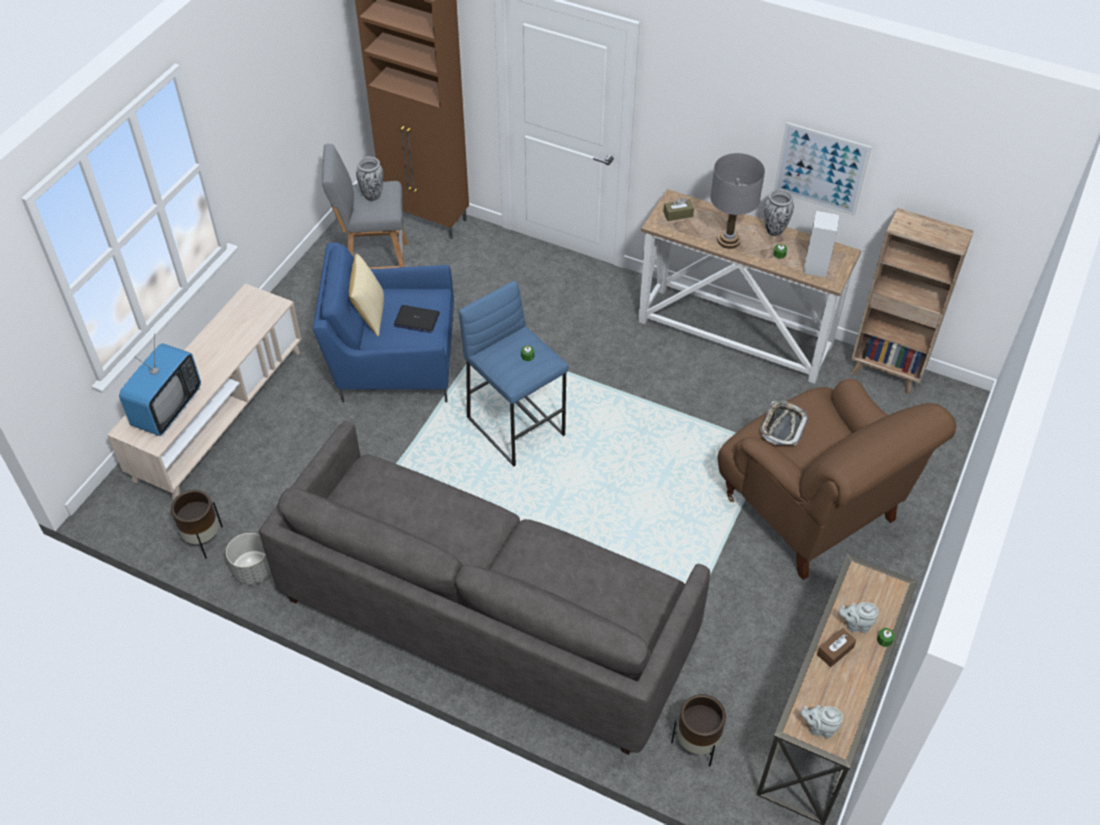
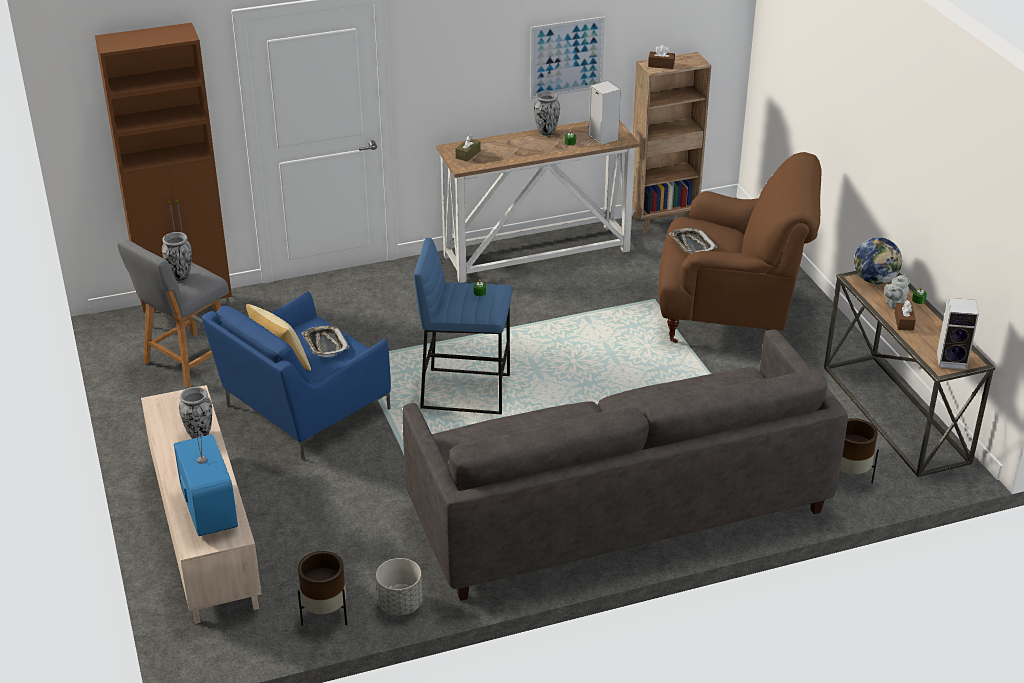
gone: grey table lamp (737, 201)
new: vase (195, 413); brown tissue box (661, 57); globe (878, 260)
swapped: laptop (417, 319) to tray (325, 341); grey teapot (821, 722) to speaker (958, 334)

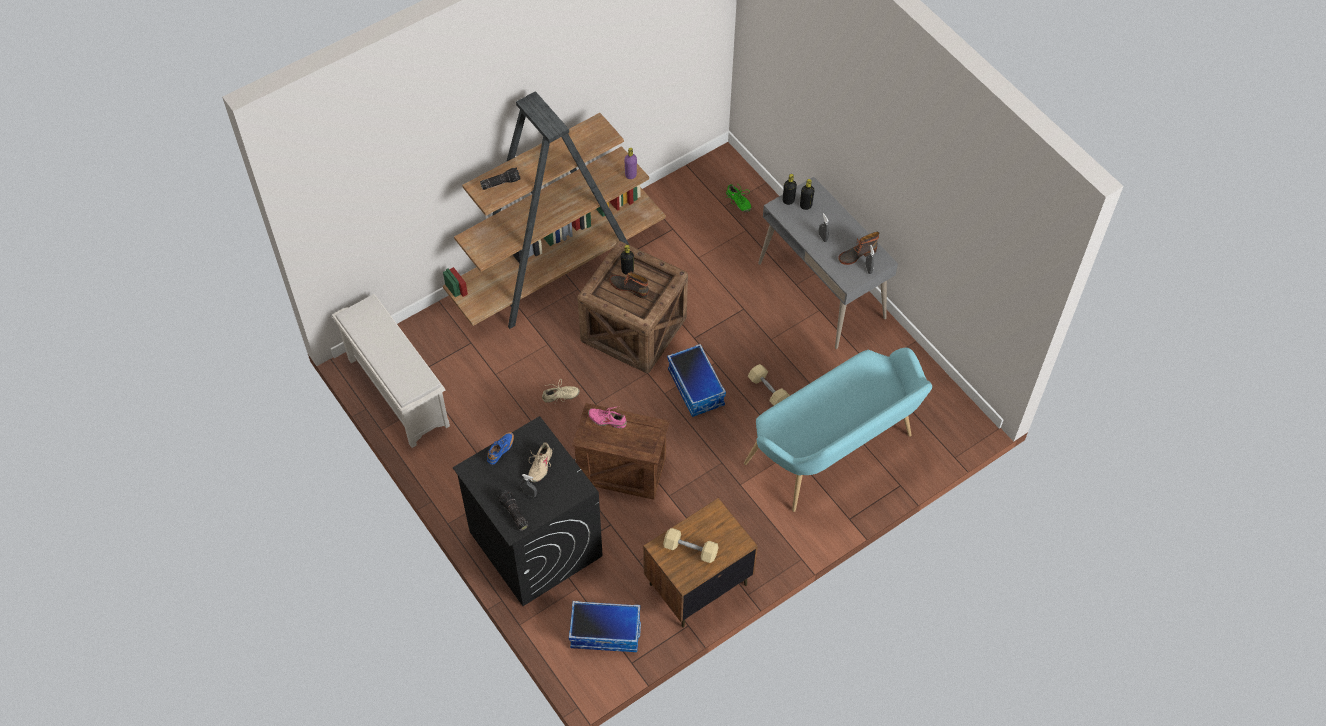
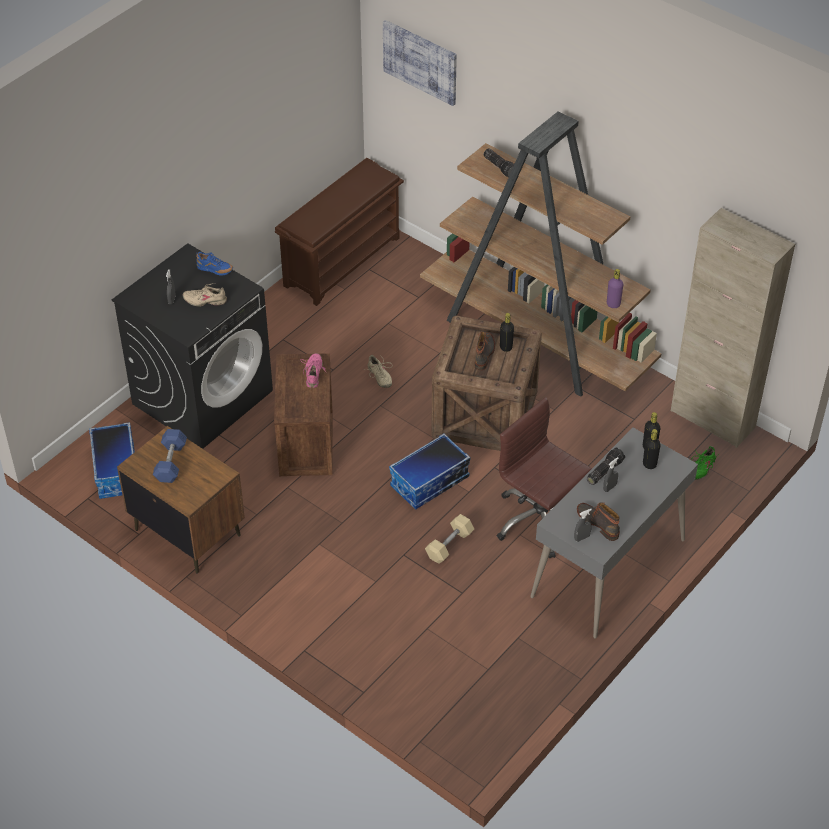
gone: turquoise bench (838, 430)
new: picture (420, 63); brown office chair (544, 477); beige cabinet (733, 328)
shifted: flashlight (513, 510) to (606, 466)
repainted: white shoe rack (391, 371) to brown shoe rack (339, 232); beige dumbbell (691, 545) to blue dumbbell (170, 456)

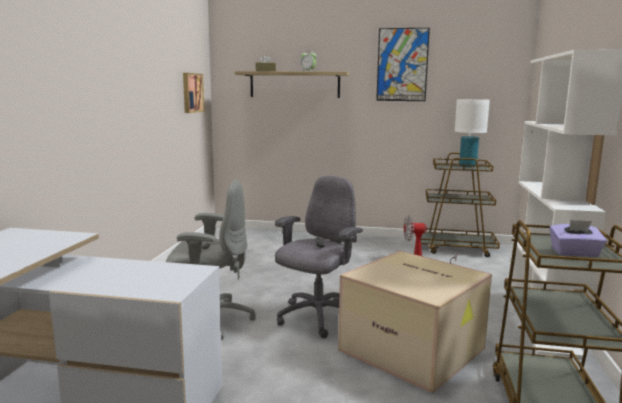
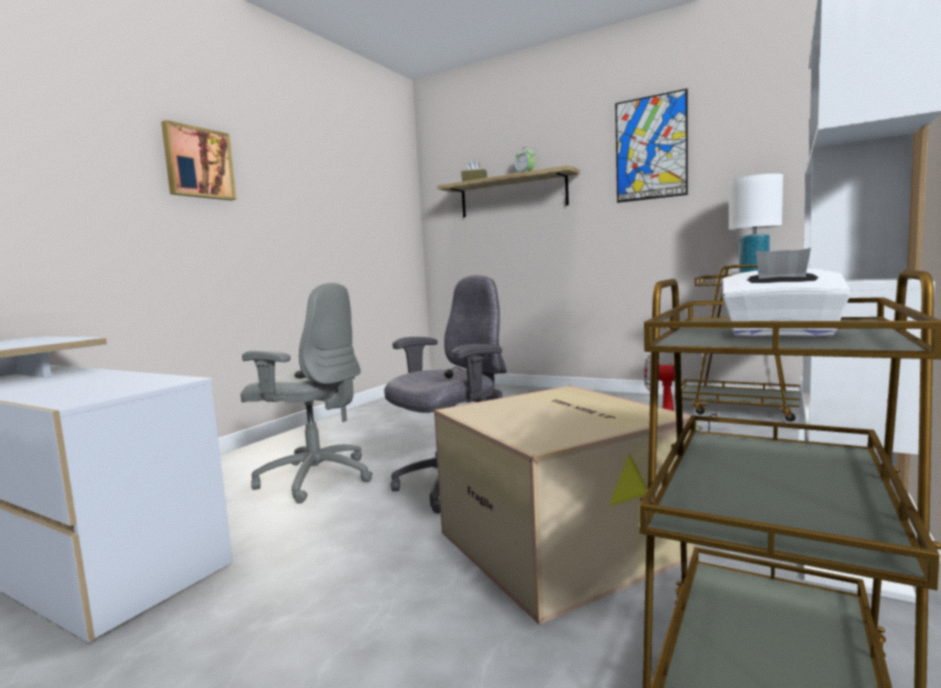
shifted: picture (193, 93) to (198, 160)
repainted: purple tissue box (578, 238) to white tissue box (786, 292)

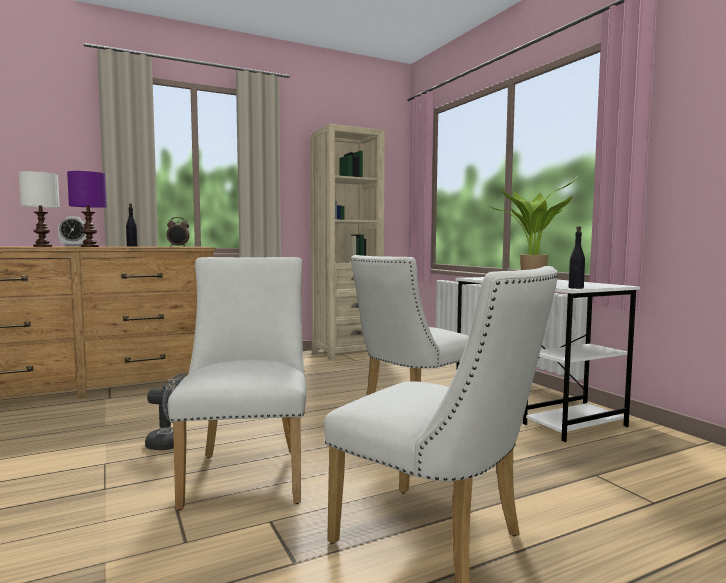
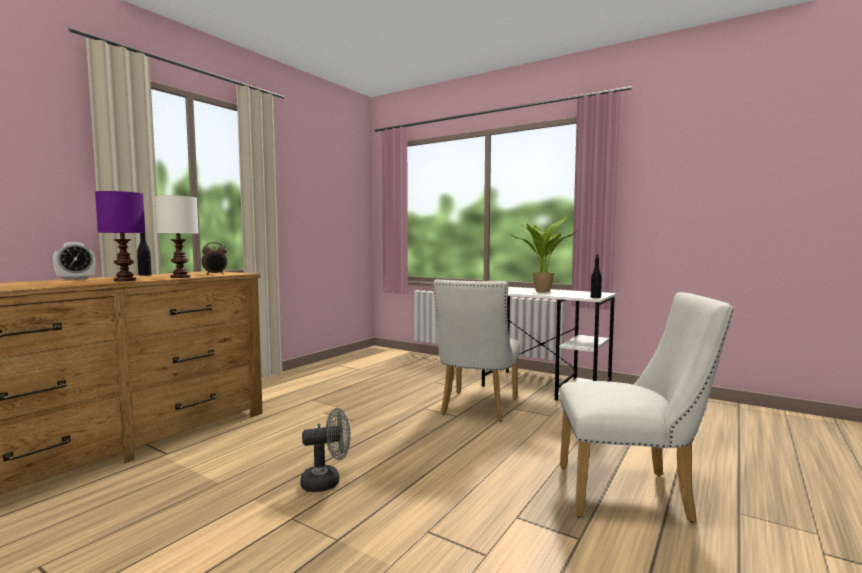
gone: white chair (237, 383); beige bookcase (348, 242)
shifted: white table lamp (39, 209) to (177, 236)

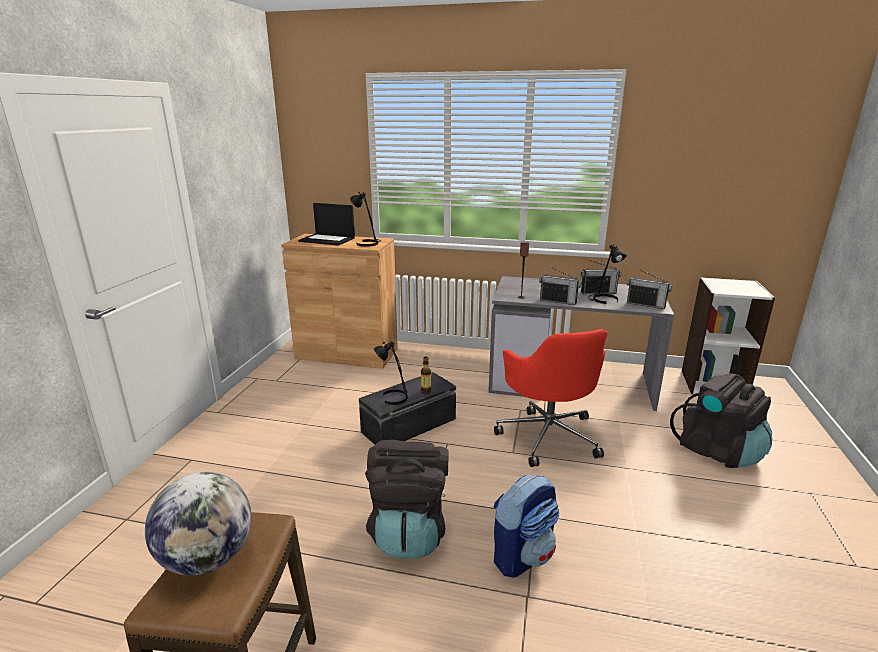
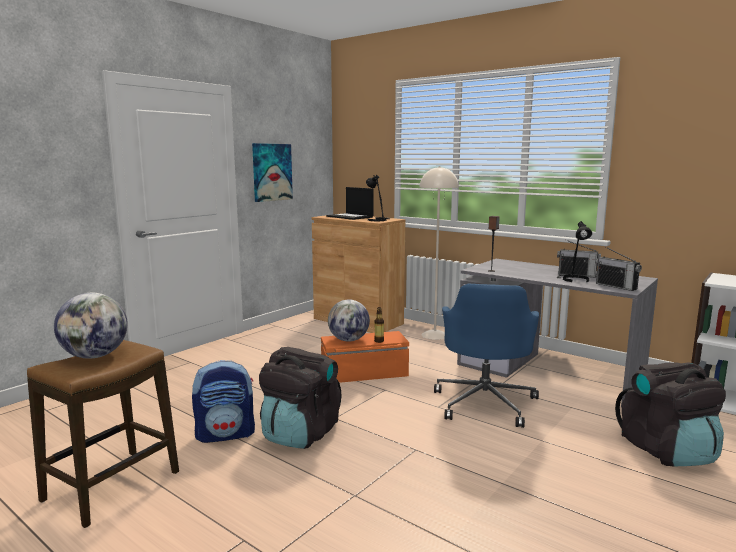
gone: radio (560, 285)
new: picture (272, 172); beige floor lamp (439, 253)
shifted: backpack (527, 526) to (223, 401)
swapped: black table lamp (391, 373) to globe (349, 320)
repainted: black storage box (407, 408) to orange storage box (365, 357); red office chair (550, 398) to blue office chair (486, 356)

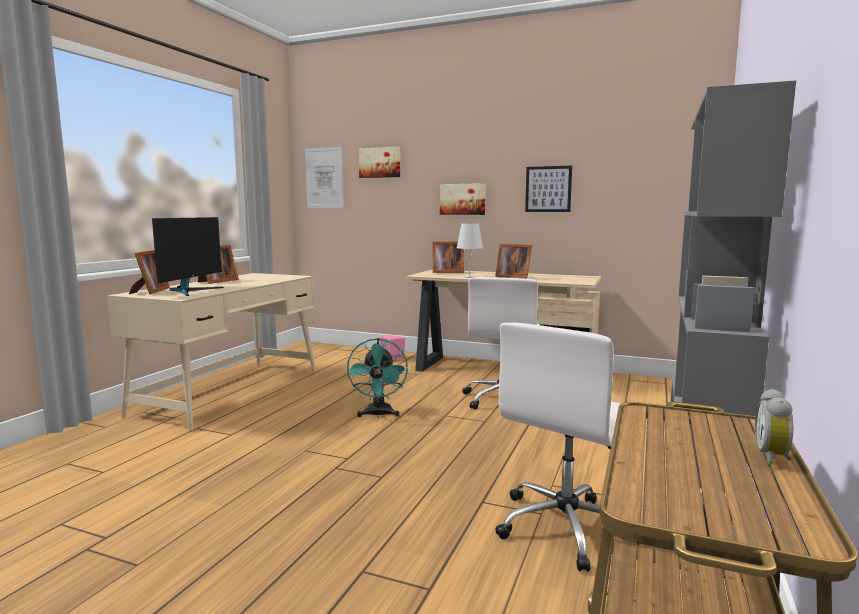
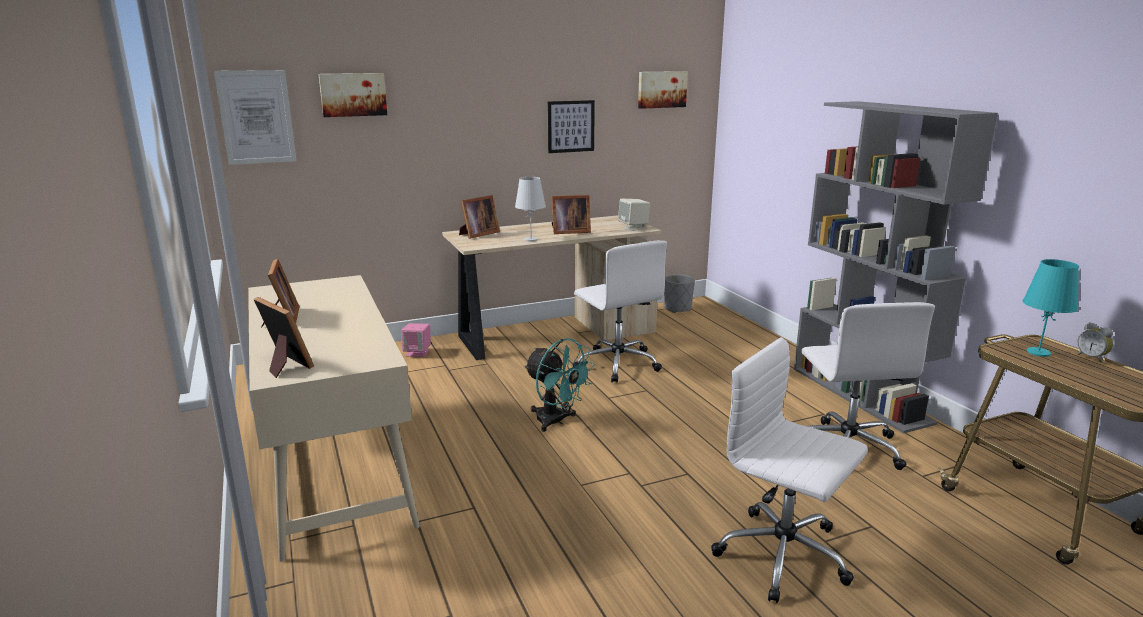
gone: monitor (188, 256)
new: beige speaker (634, 215); grey planter (679, 293); white office chair (789, 470); turquoise table lamp (1050, 308)
shifted: picture (462, 199) to (663, 90)

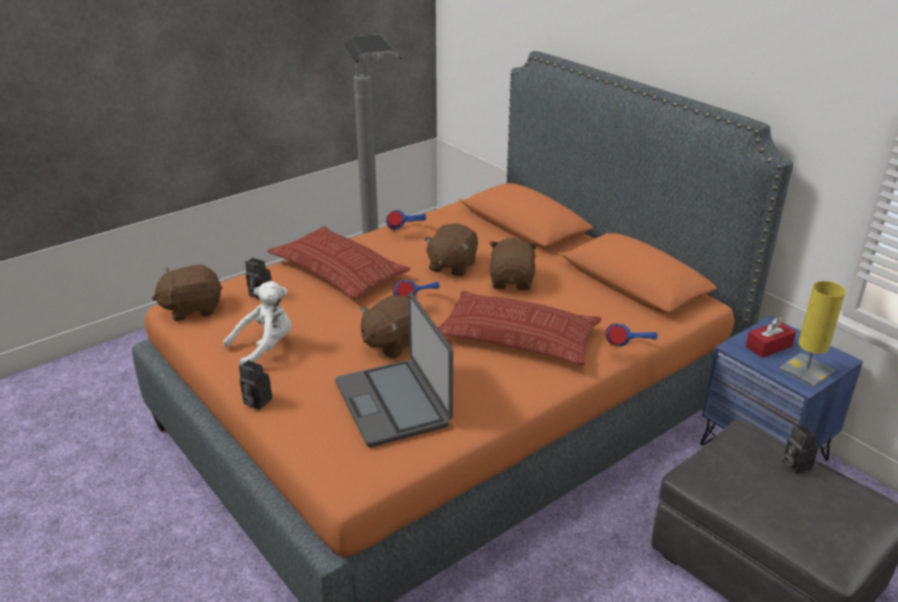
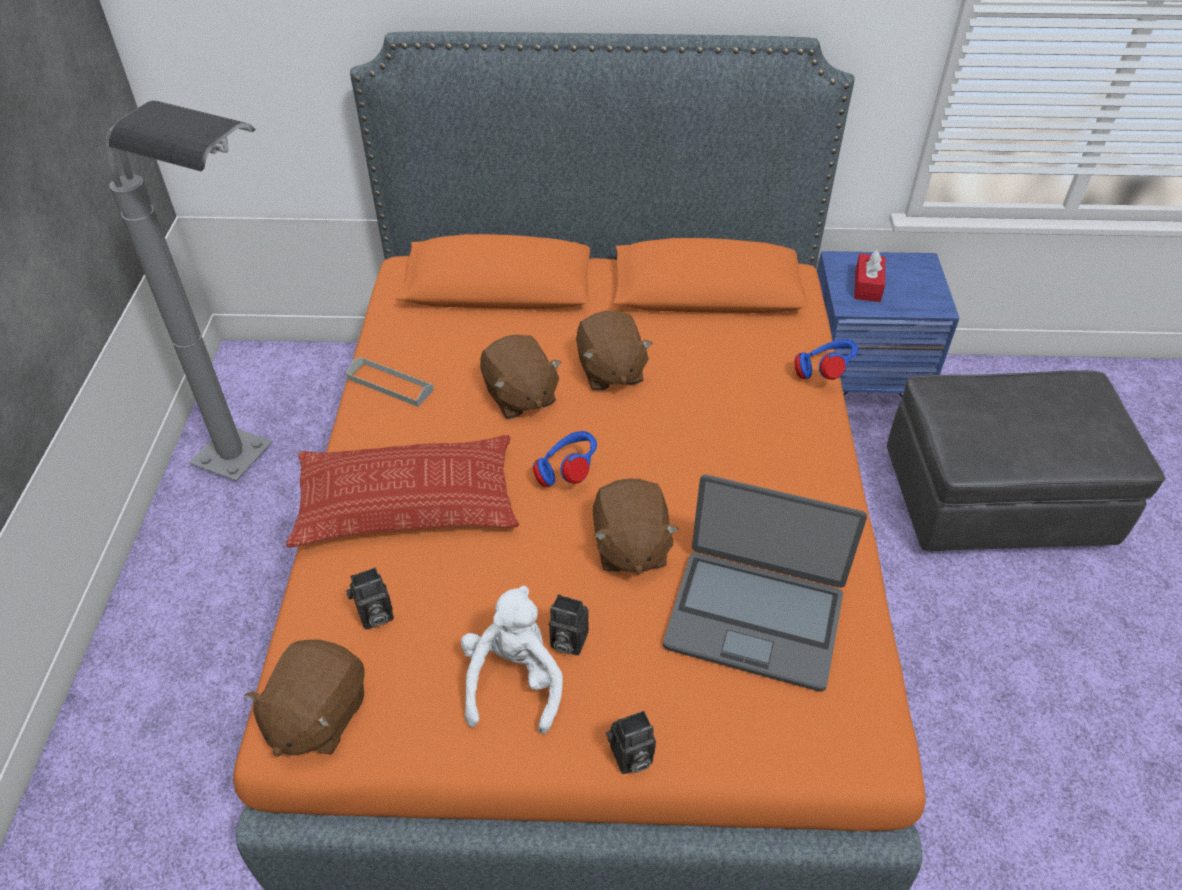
gone: pillow (519, 328); yellow table lamp (812, 334)
shifted: photo camera (800, 449) to (569, 625)
swapped: blue headphones (406, 220) to grey tray (390, 382)
rotated: brown plush toy (513, 264) = (614, 351) 150 degrees counterclockwise

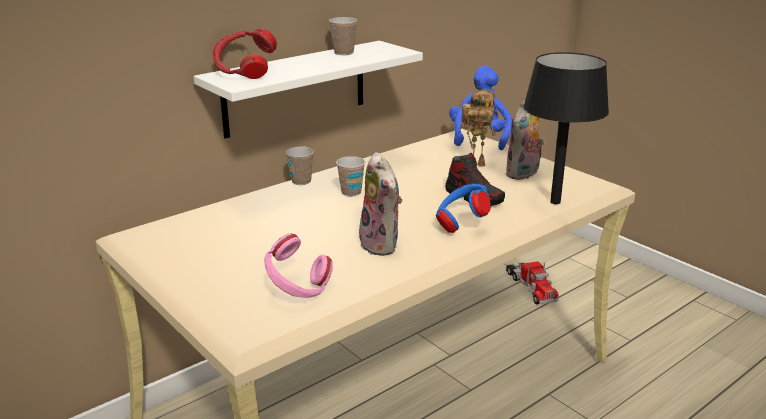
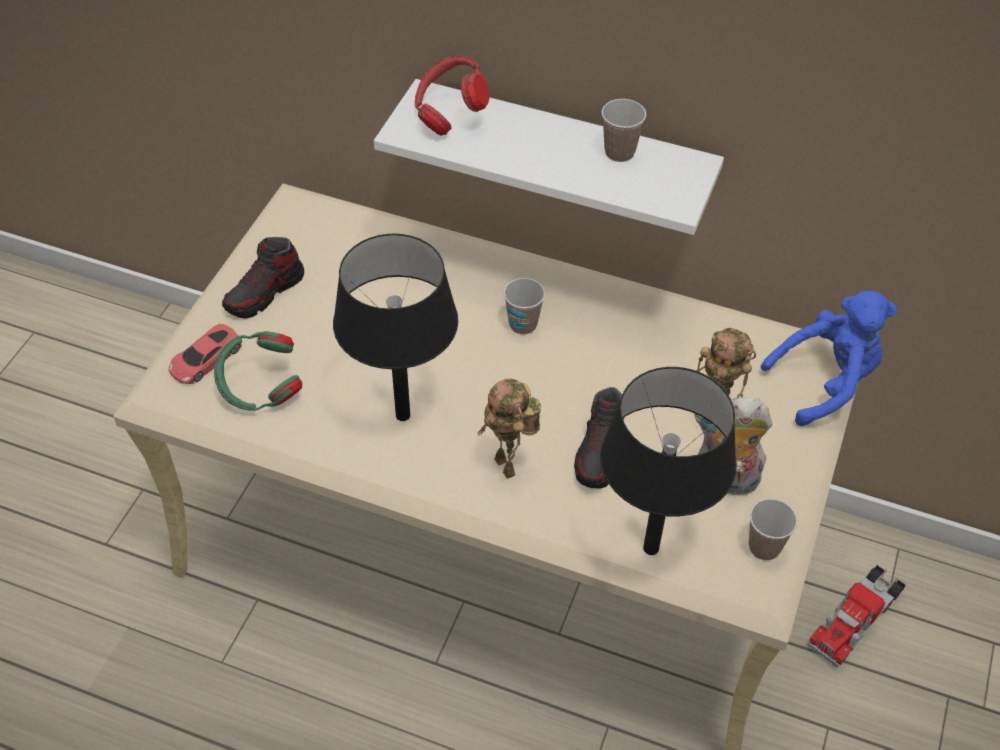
new: red toy car (205, 354); shoe (263, 278)
shifted: cup (300, 165) to (773, 529)
swapped: plush toy (380, 204) to black table lamp (395, 327); blue headphones (463, 208) to toy robot (509, 429)
repainted: pink headphones (298, 265) to green headphones (258, 371)

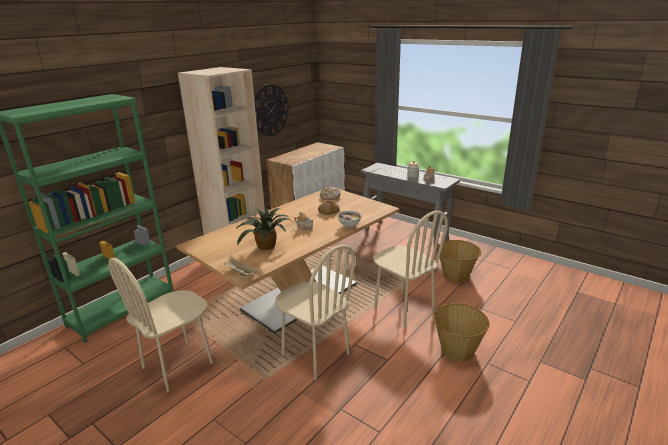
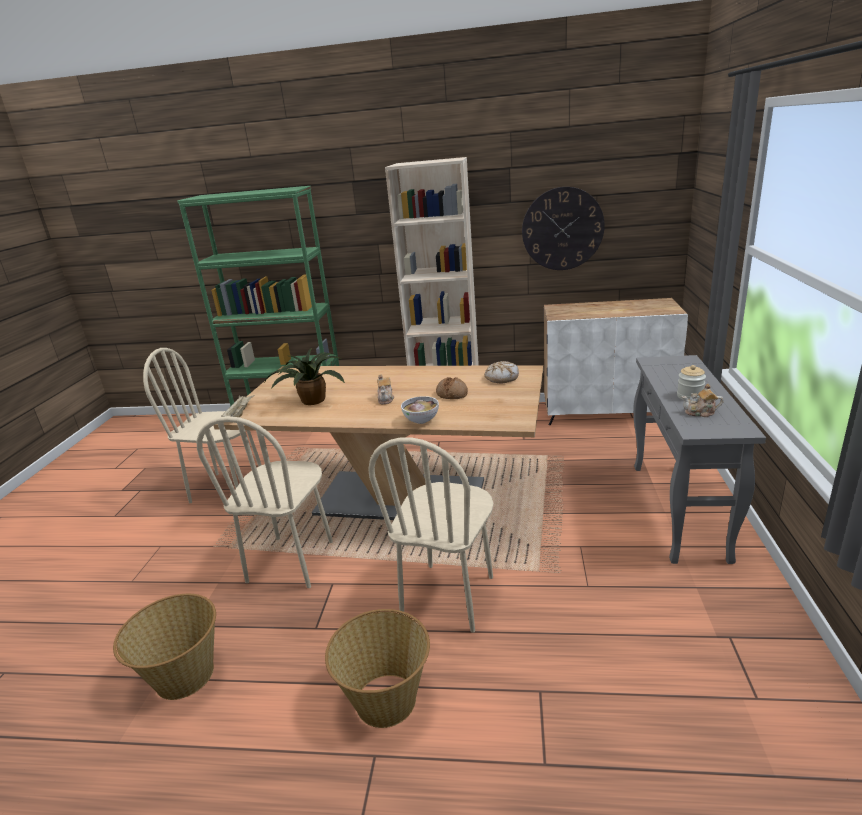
shifted: basket (459, 261) to (164, 647)

